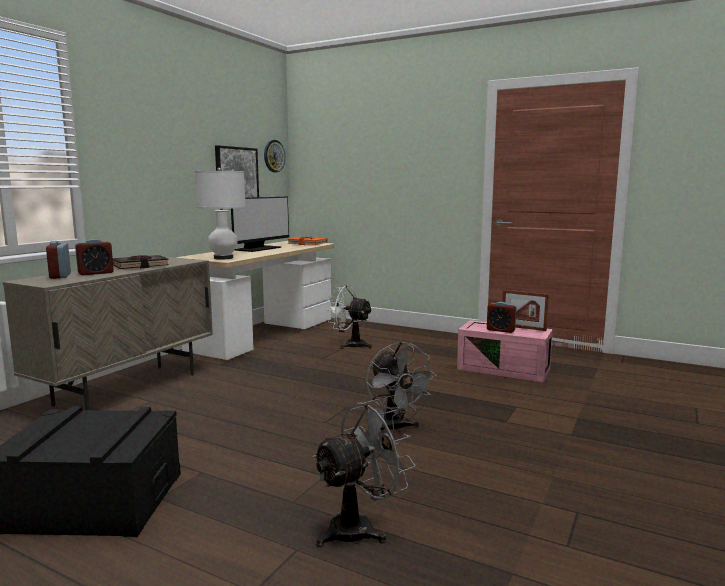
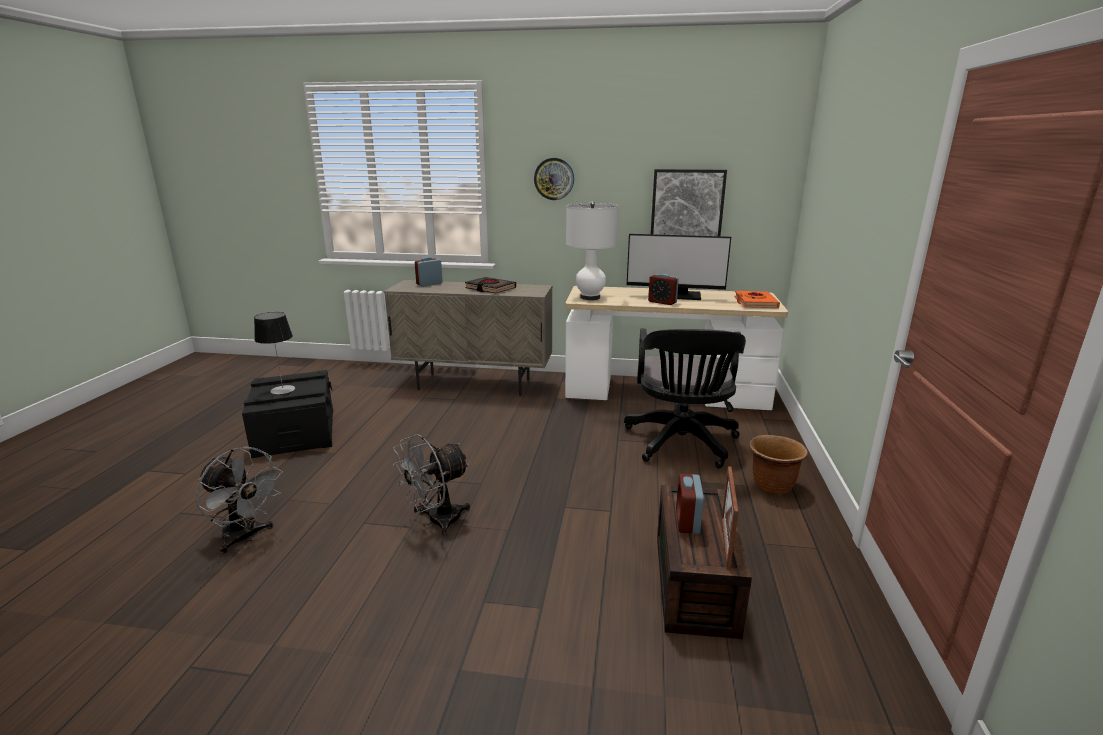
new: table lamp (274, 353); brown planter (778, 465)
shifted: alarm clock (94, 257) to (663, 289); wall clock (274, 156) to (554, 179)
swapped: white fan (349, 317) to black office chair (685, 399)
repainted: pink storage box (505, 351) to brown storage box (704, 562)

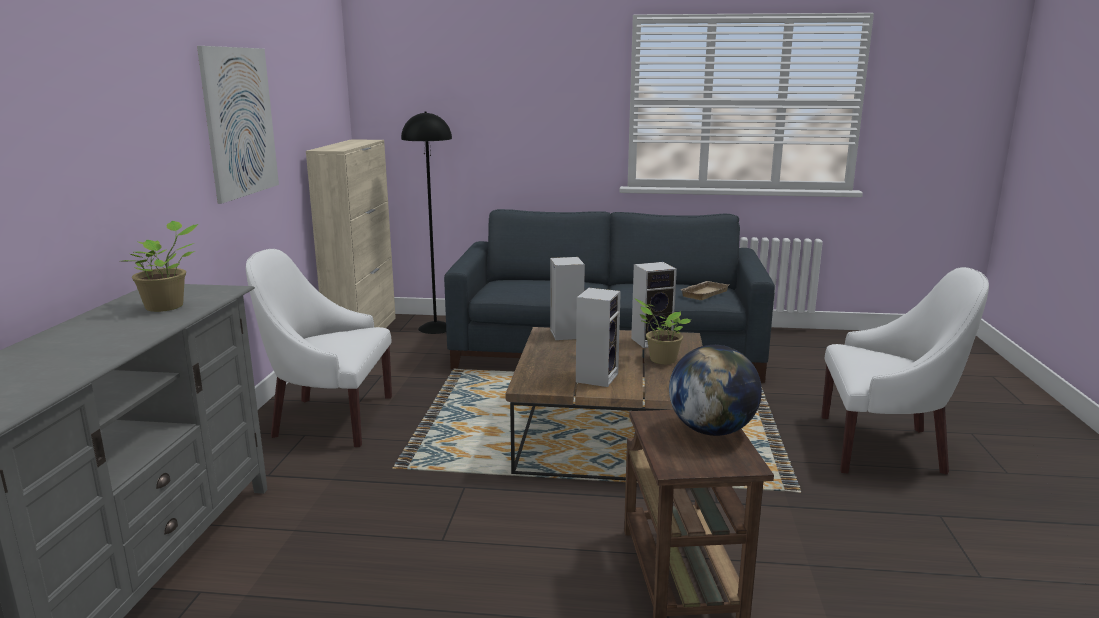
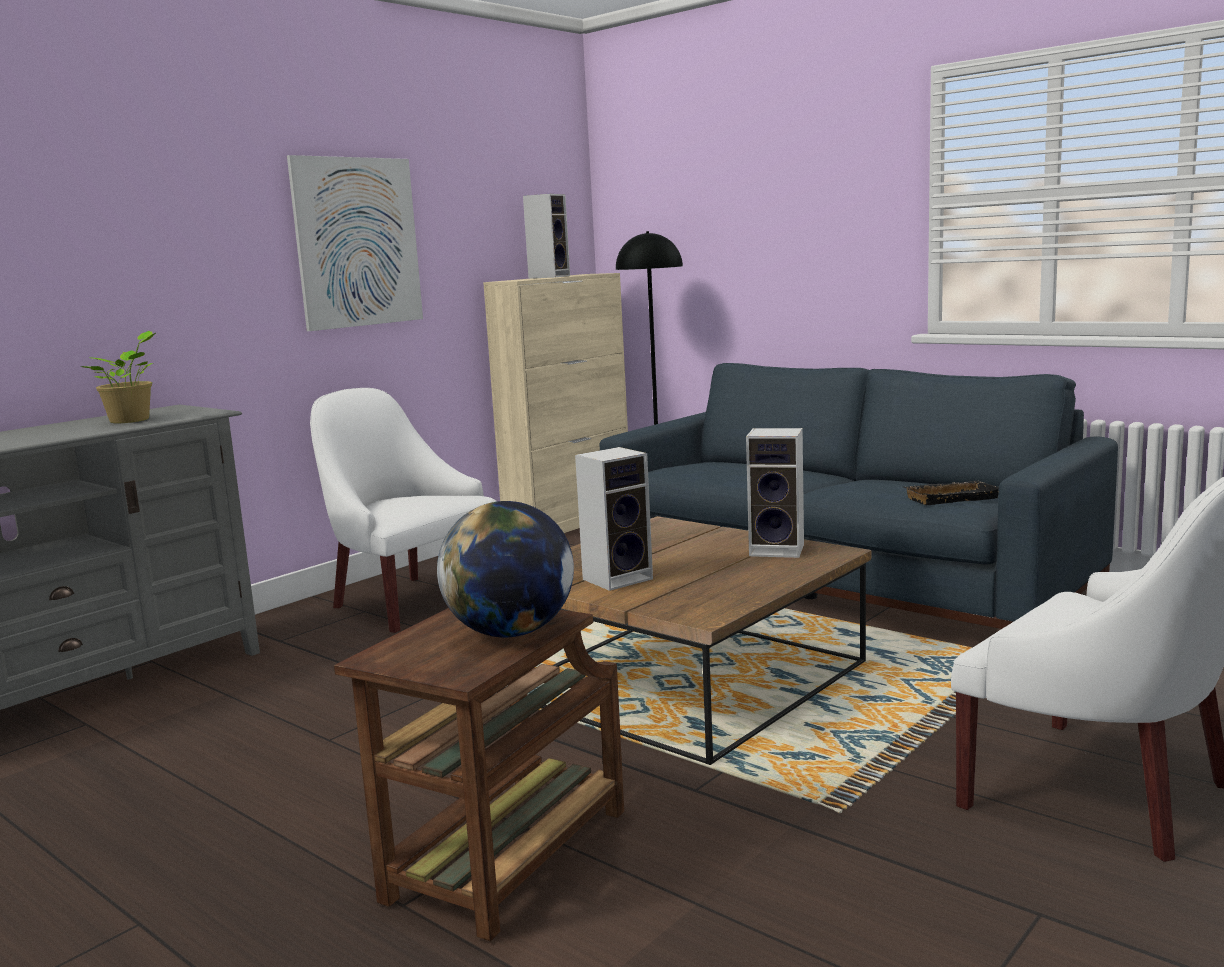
gone: potted plant (662, 331)
shifted: speaker (567, 298) to (546, 236)
repainted: beige tray (705, 290) to black tray (950, 493)

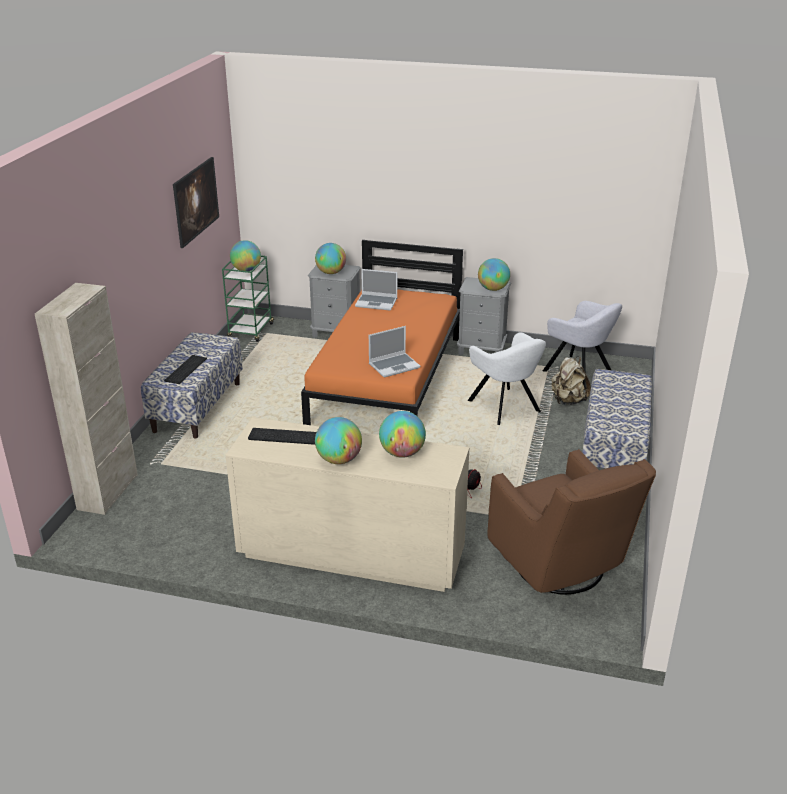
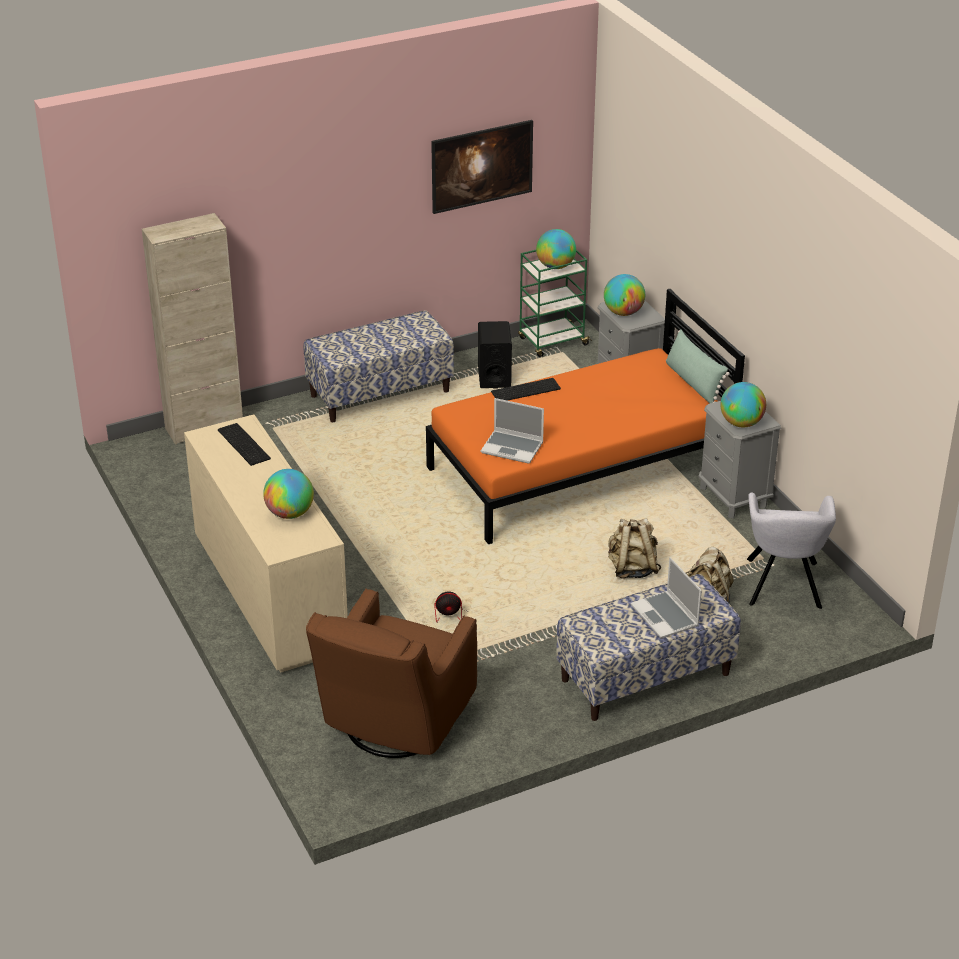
gone: globe (338, 440)
new: black speaker (495, 355); green pillow (698, 366)
shifted: keyboard (185, 369) to (526, 389); laptop (376, 289) to (666, 598)
swapped: white armchair (507, 378) to beige backpack (634, 548)

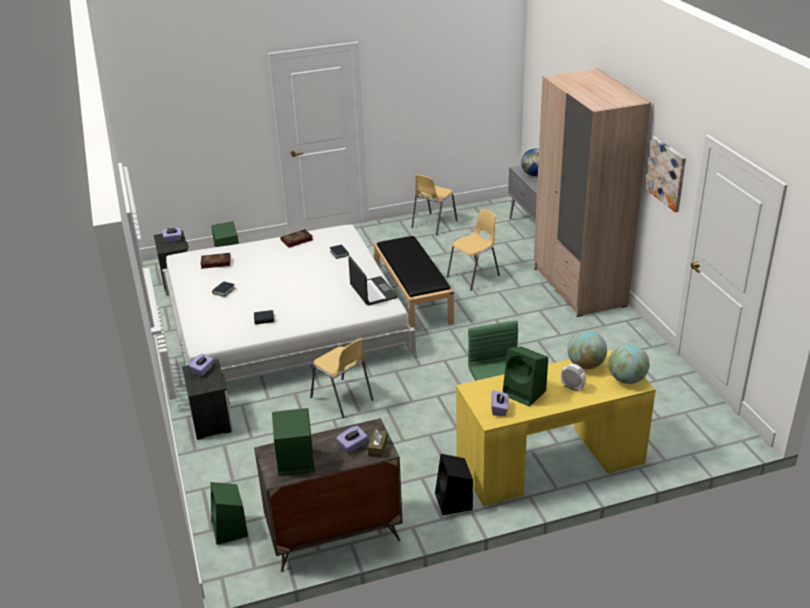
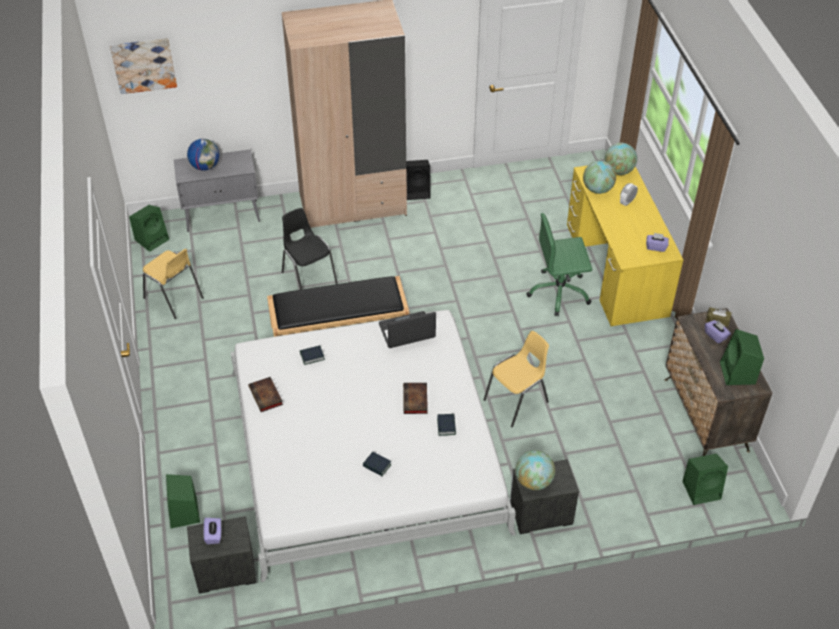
shifted: book (216, 261) to (415, 398); black speaker (454, 484) to (418, 180); green speaker (525, 376) to (149, 228); picture (665, 174) to (143, 66)
swapped: purple tissue box (201, 364) to globe (535, 470)
repainted: yellow chair (473, 249) to black chair (310, 249)

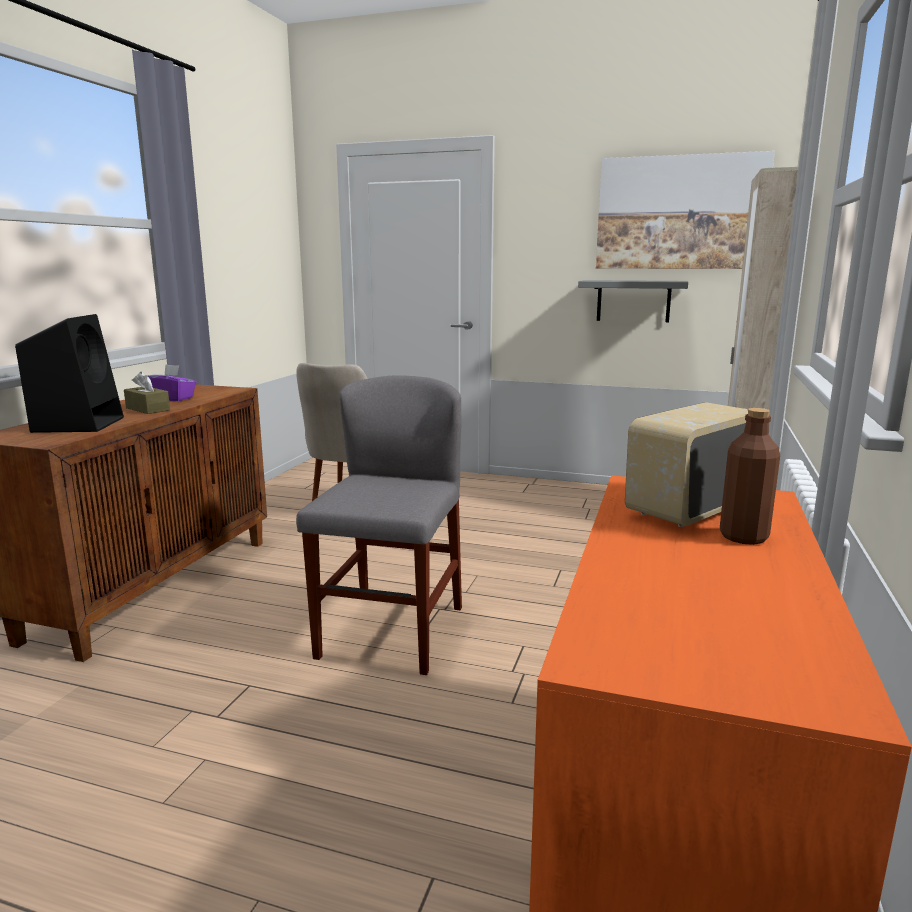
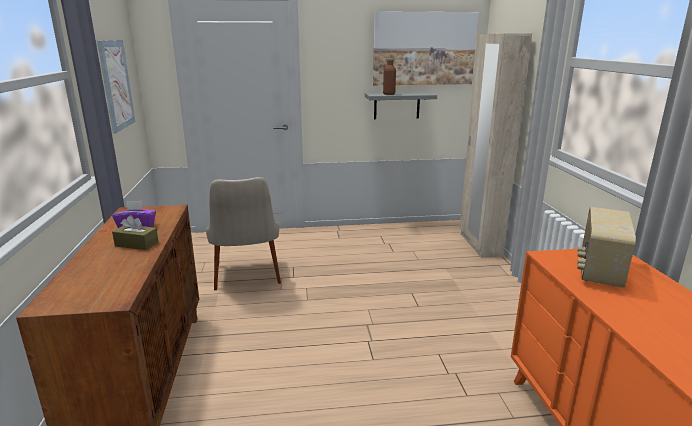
gone: black speaker (69, 373); grey chair (379, 525)
new: picture (116, 86)
shifted: brown bottle (750, 476) to (389, 76)

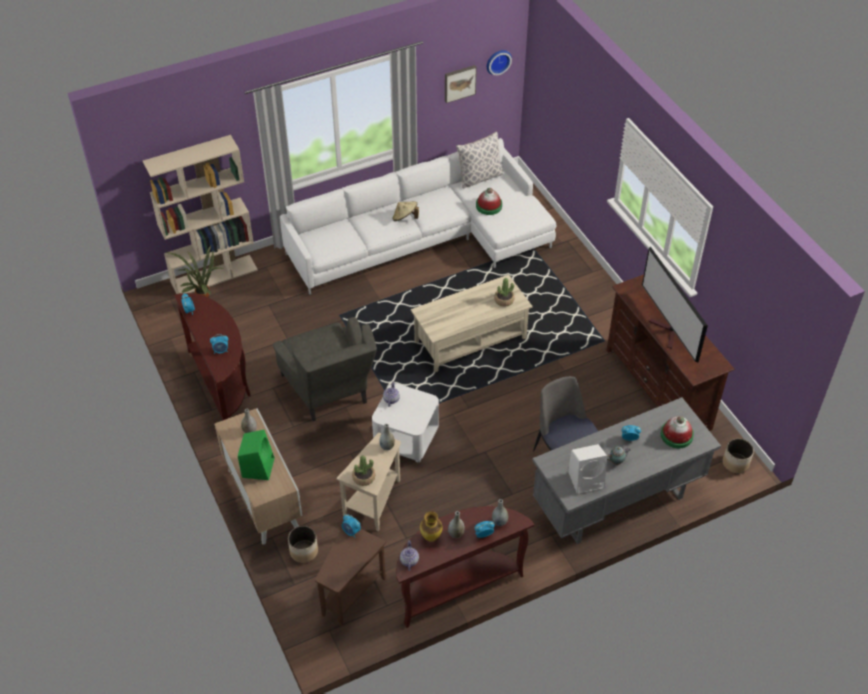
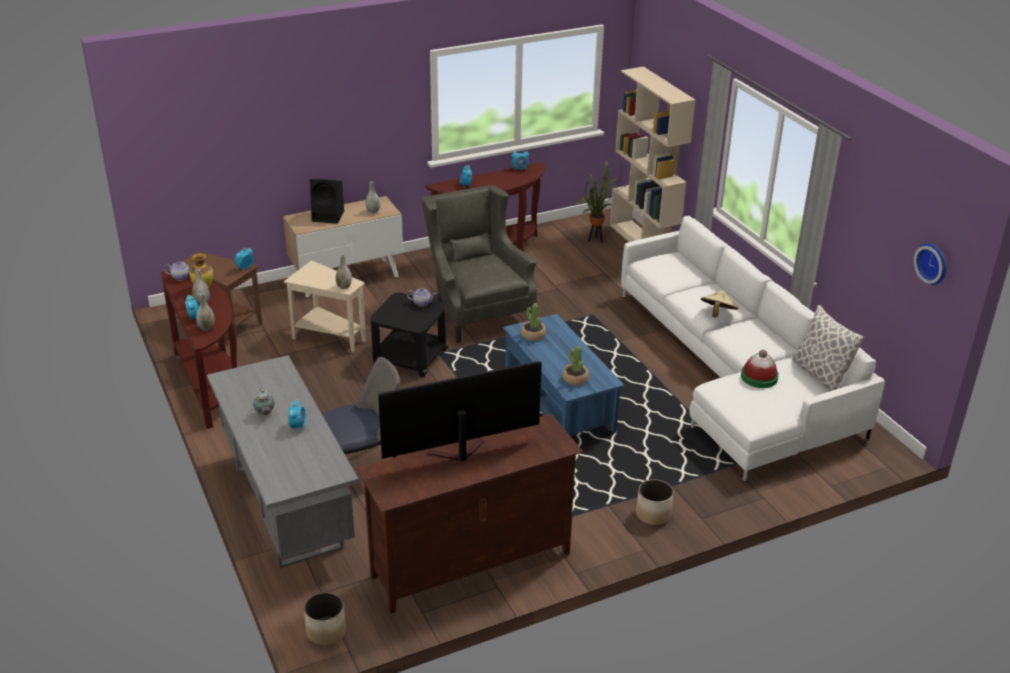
gone: picture (461, 84); white speaker (587, 469); hat (677, 432)
shifted: planter (303, 544) to (655, 502); potted plant (363, 470) to (533, 322)
repainted: green speaker (256, 455) to black speaker (327, 201); white side table (405, 423) to black side table (409, 335); beige coffee table (472, 323) to blue coffee table (563, 374)
rotated: grey armchair (325, 369) = (479, 264) 90 degrees clockwise

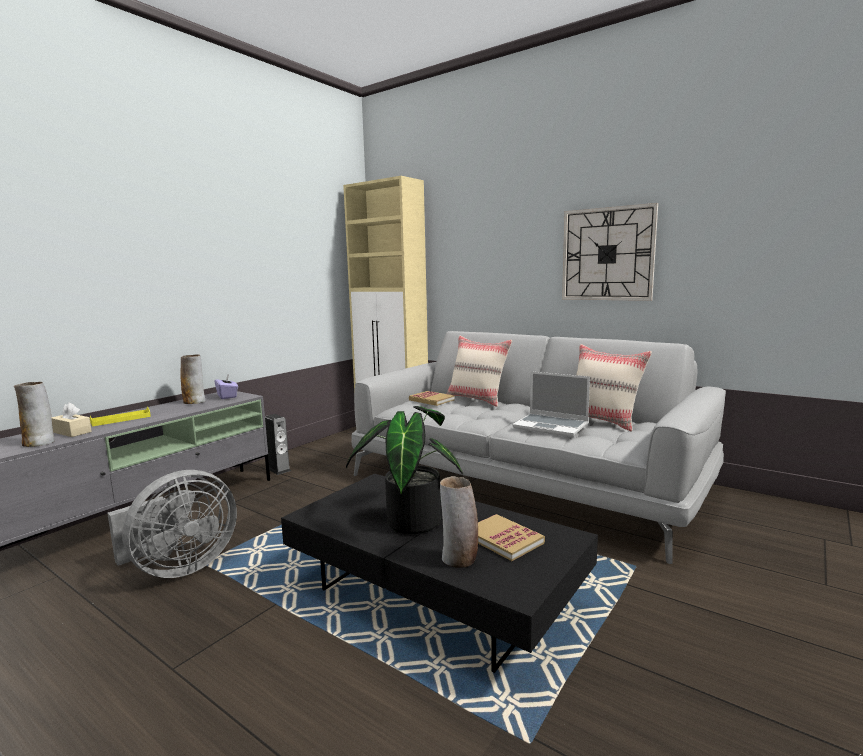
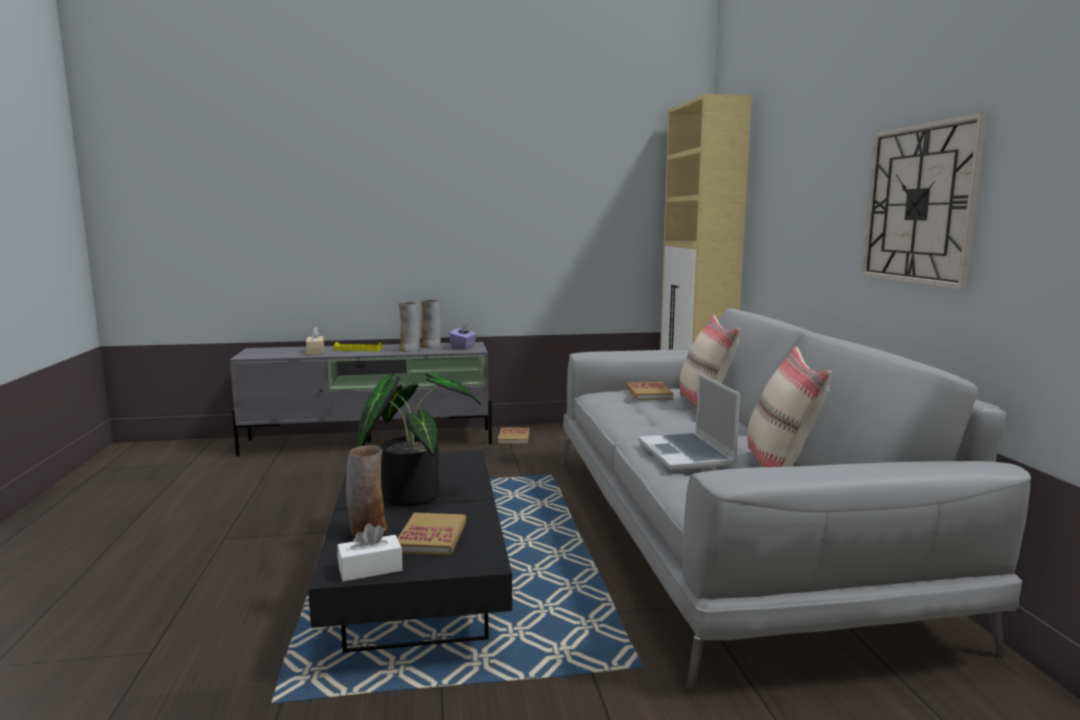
gone: grey fan (172, 524)
new: white tissue box (370, 552)
shifted: vase (34, 414) to (409, 327)
swapped: speaker (278, 444) to book (513, 435)

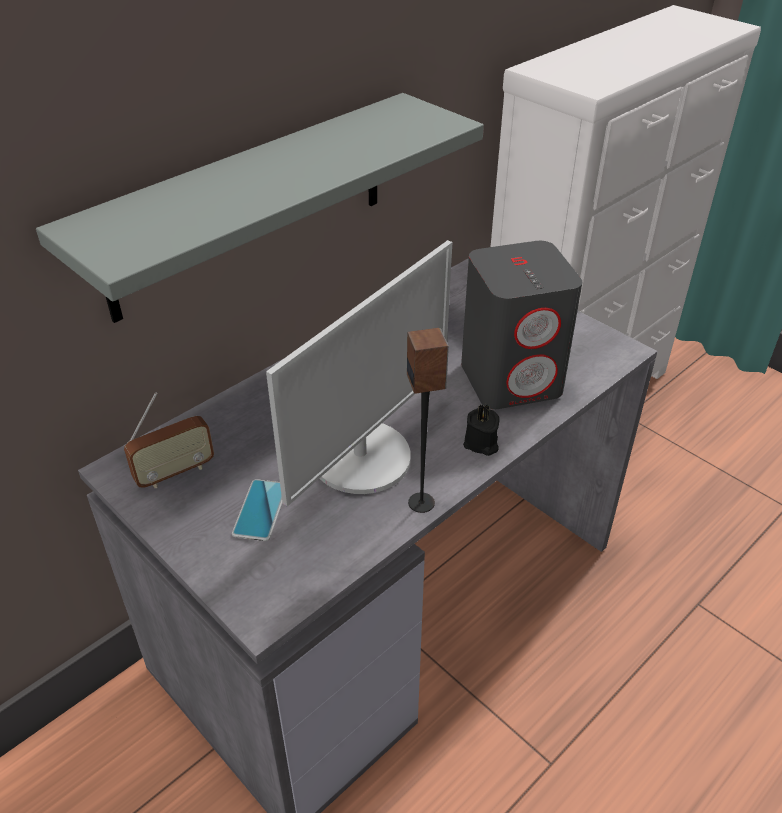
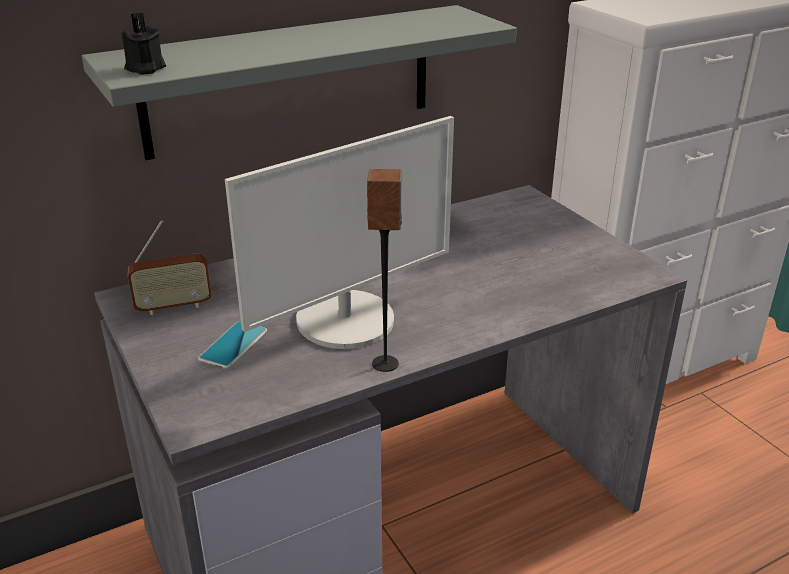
gone: grey speaker (521, 325)
shifted: black candle (481, 430) to (144, 43)

